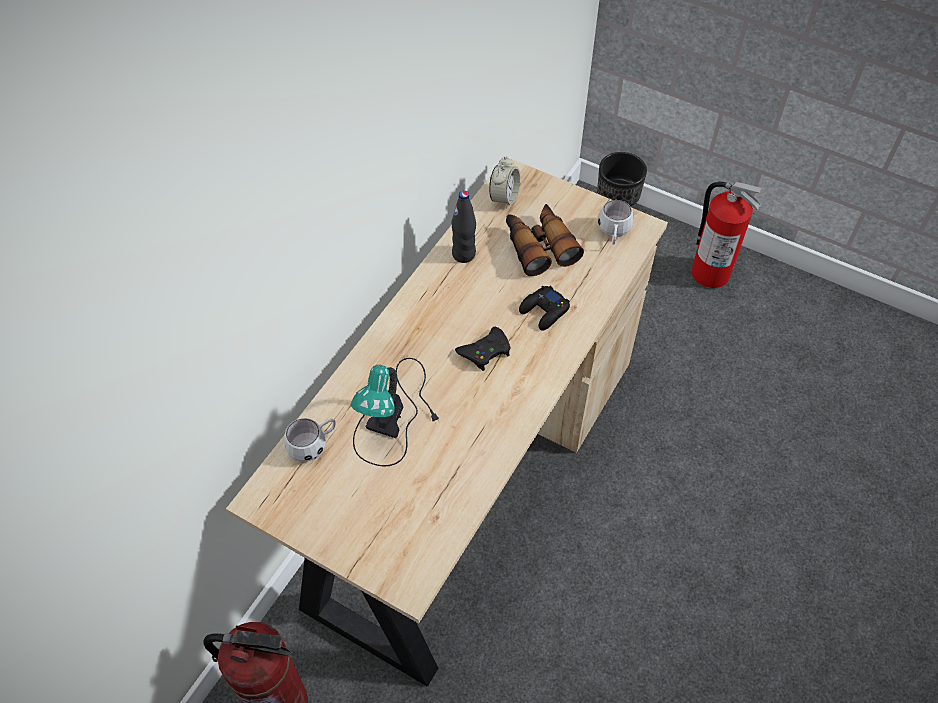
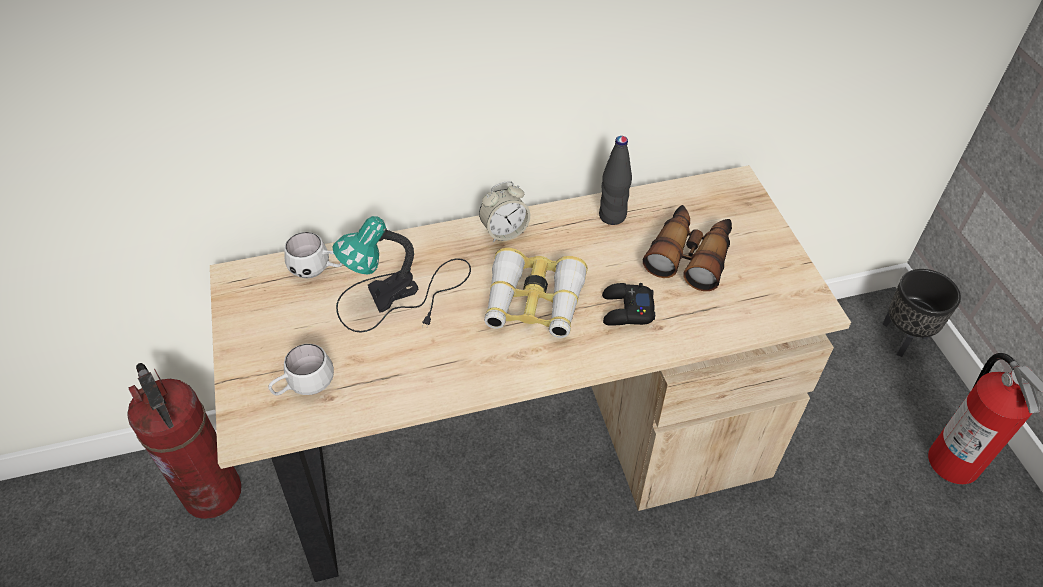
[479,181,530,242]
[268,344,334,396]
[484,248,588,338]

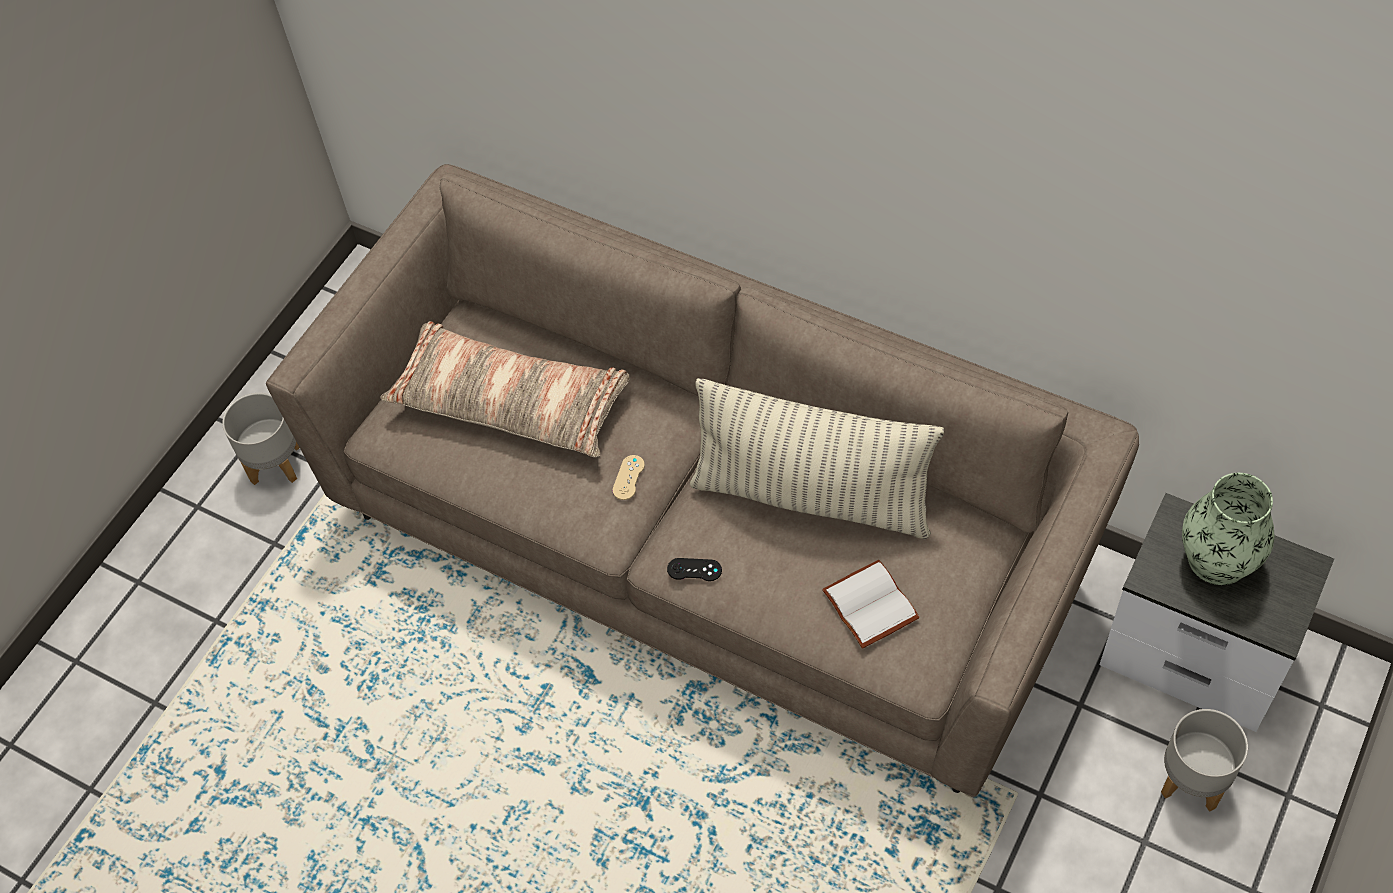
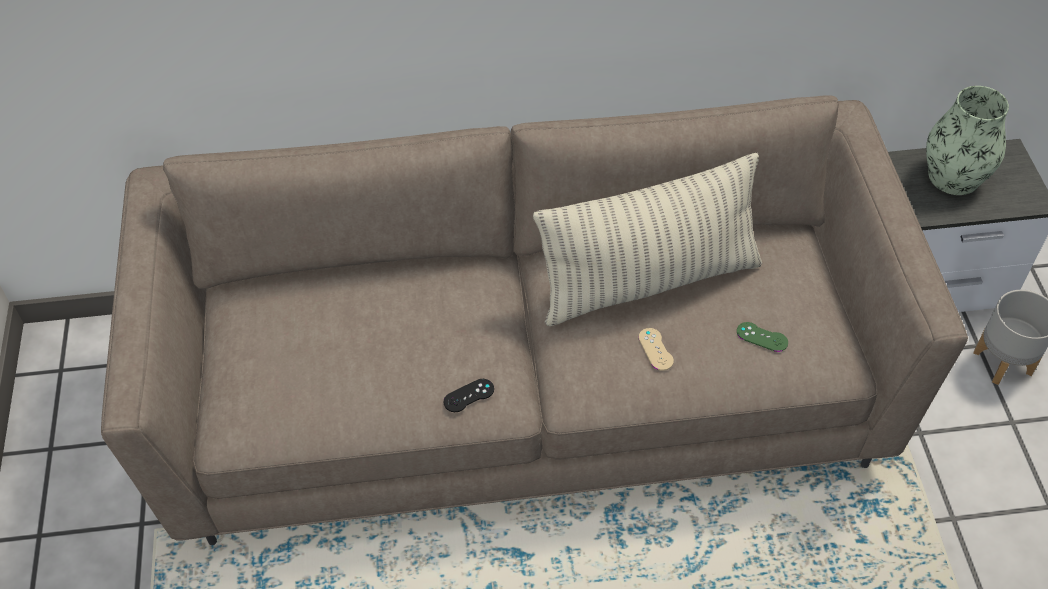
[381,321,630,458] (first image)
[222,393,300,485] (first image)
[639,328,674,371]
[444,379,494,412]
[737,322,788,352]

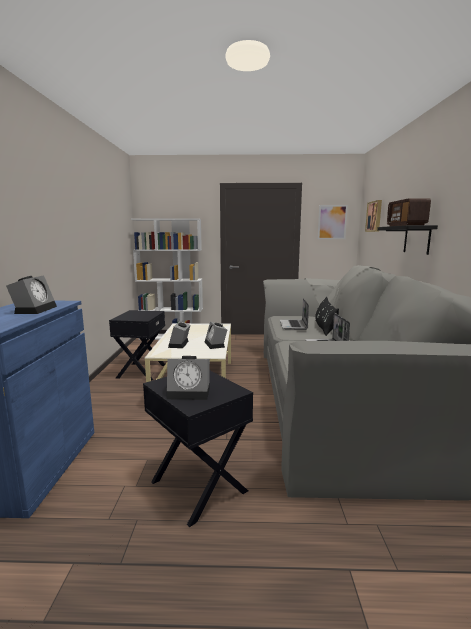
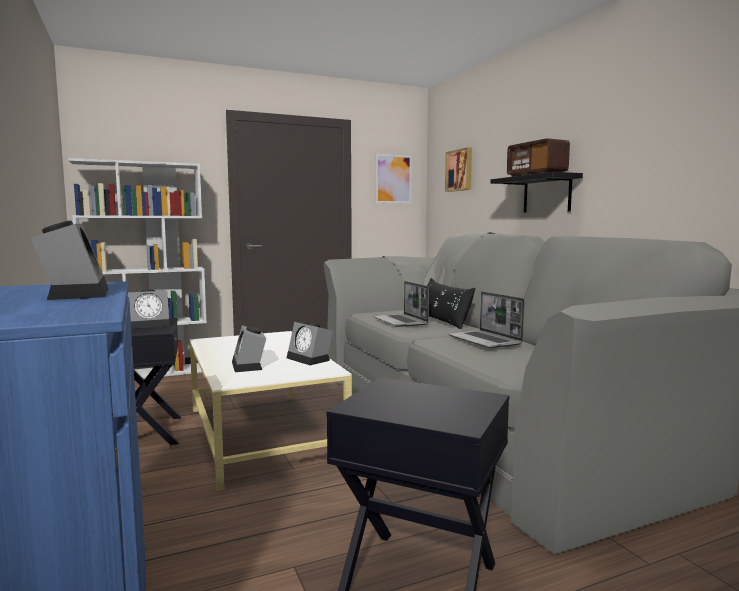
[128,289,170,329]

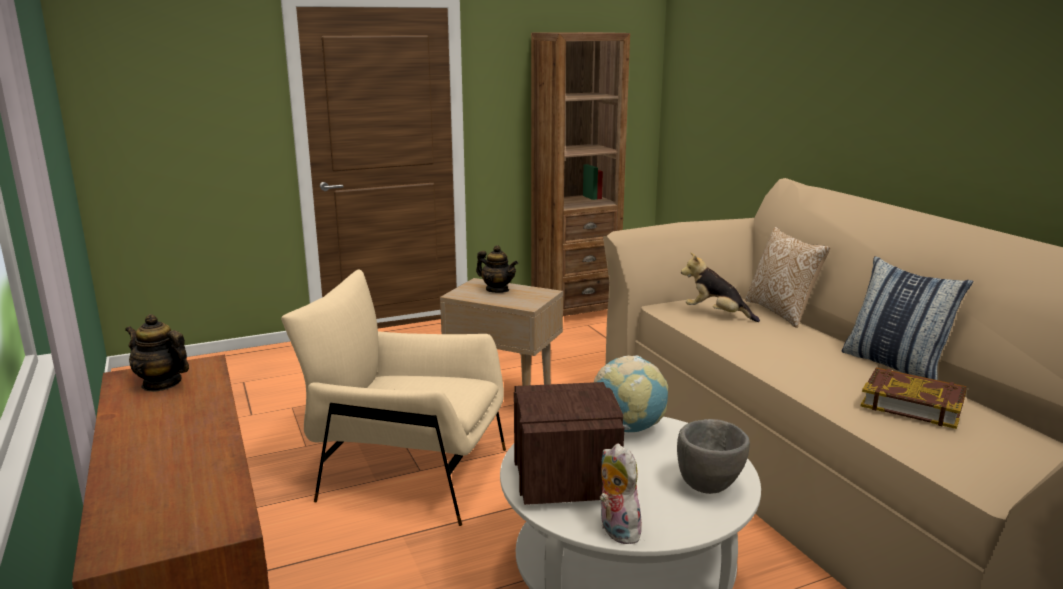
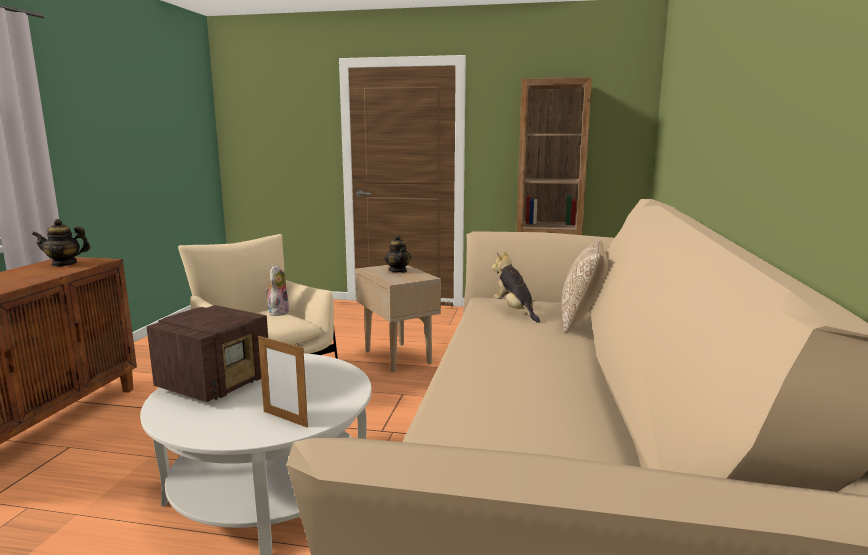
[842,256,973,380] (first image)
[32,219,90,266]
[594,356,668,432] (first image)
[861,367,967,429] (first image)
[258,336,308,427]
[265,265,289,316]

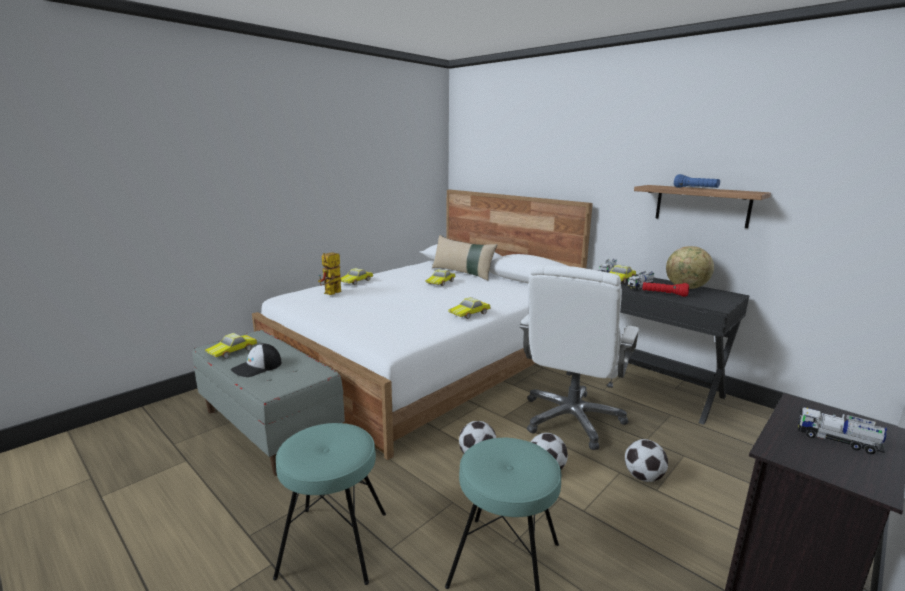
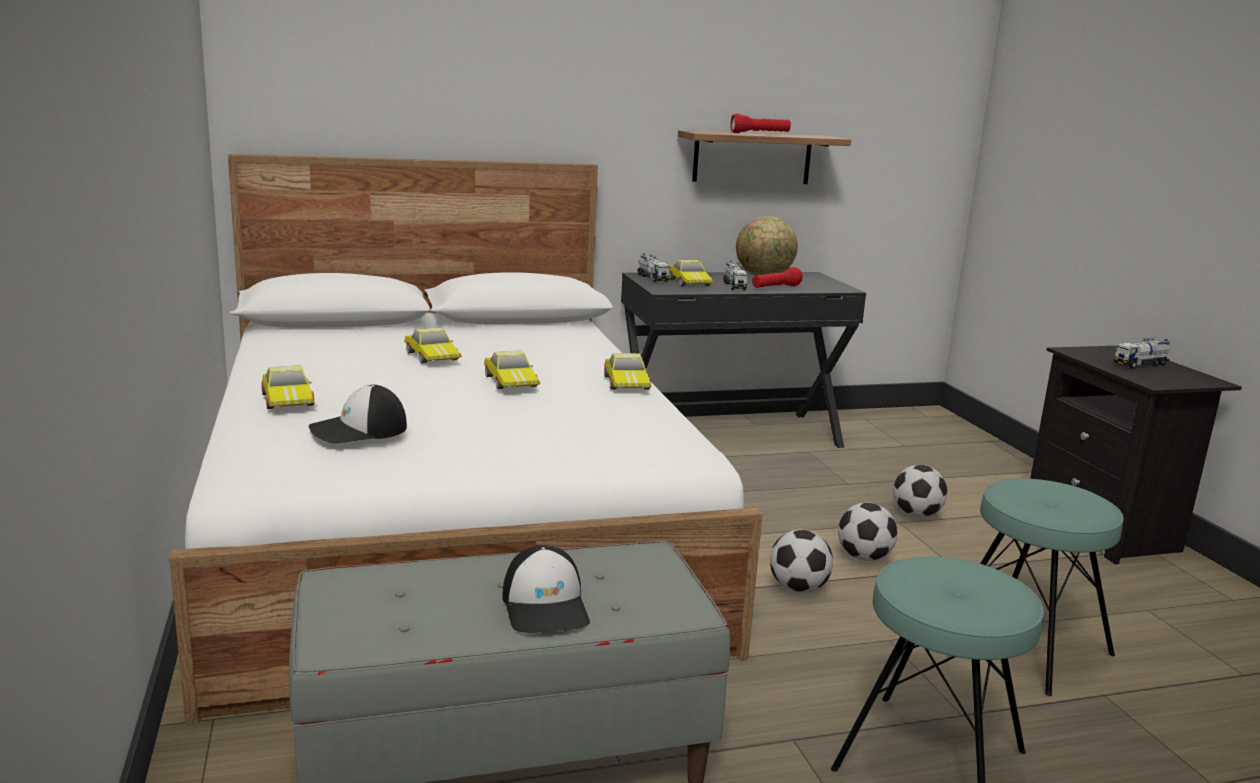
[730,113,791,133]
[432,235,498,280] (first image)
[309,385,407,443]
[519,265,639,450] (first image)
[484,351,540,389]

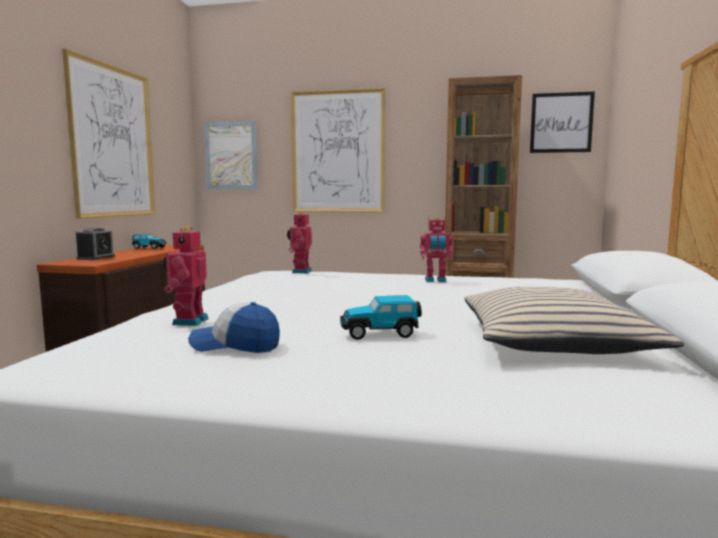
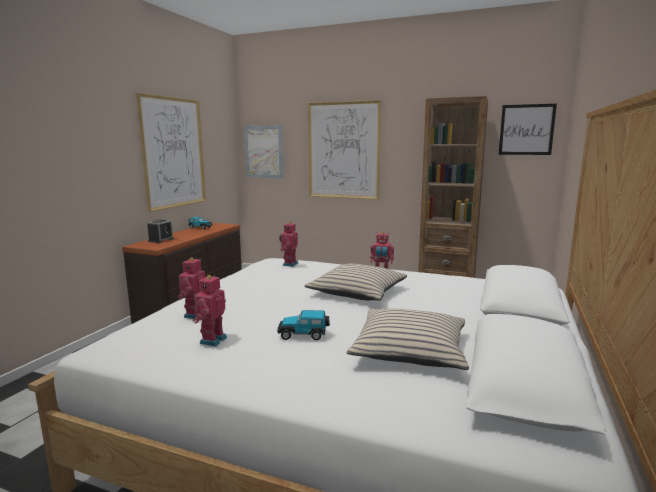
[193,274,227,346]
[304,264,407,301]

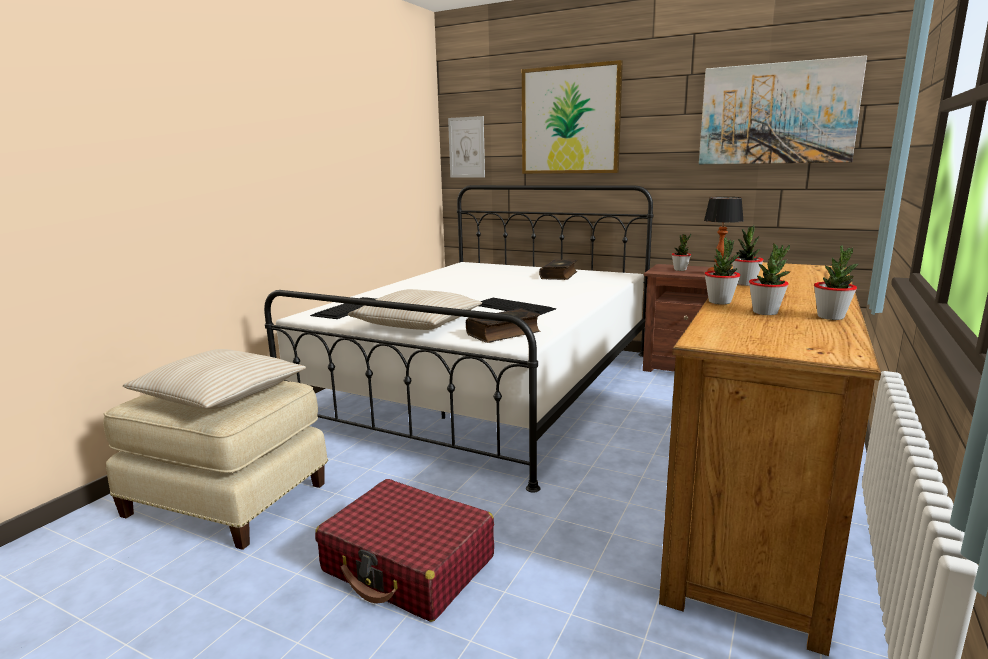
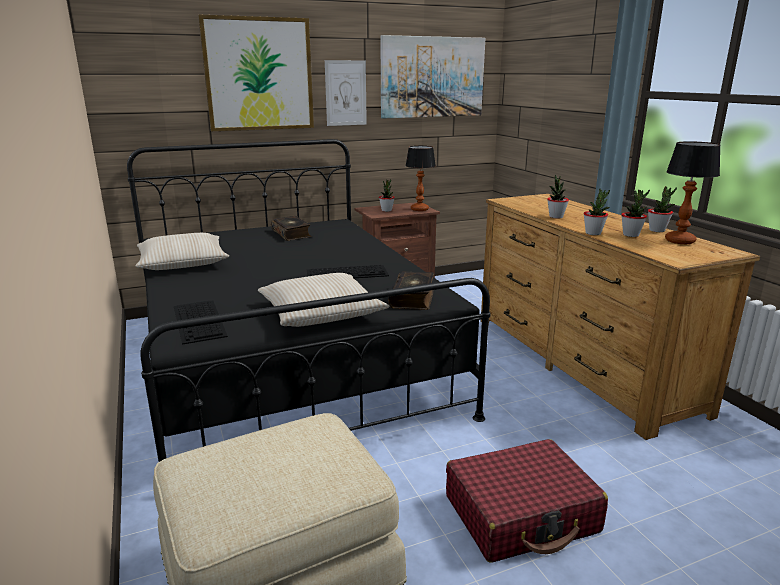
[325,60,367,126]
[127,139,490,462]
[136,233,229,270]
[665,141,720,244]

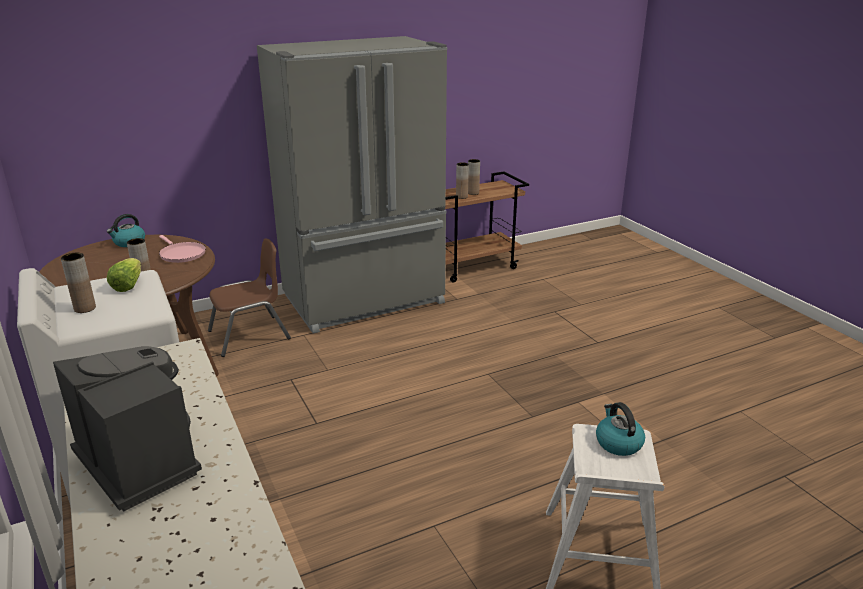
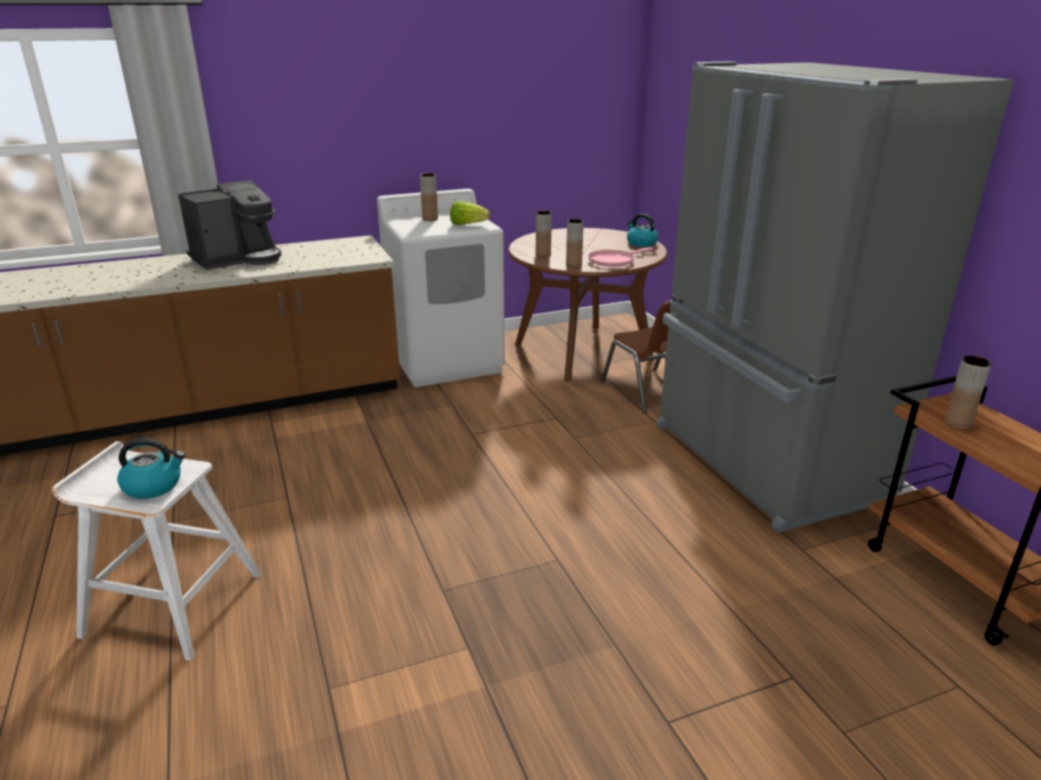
[566,219,584,268]

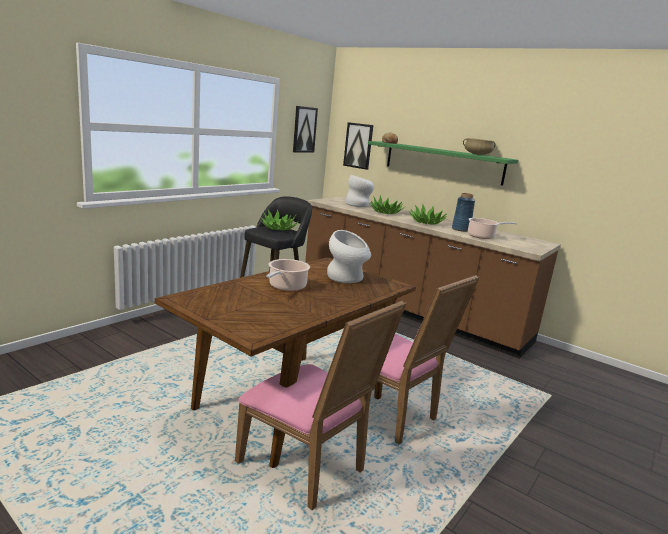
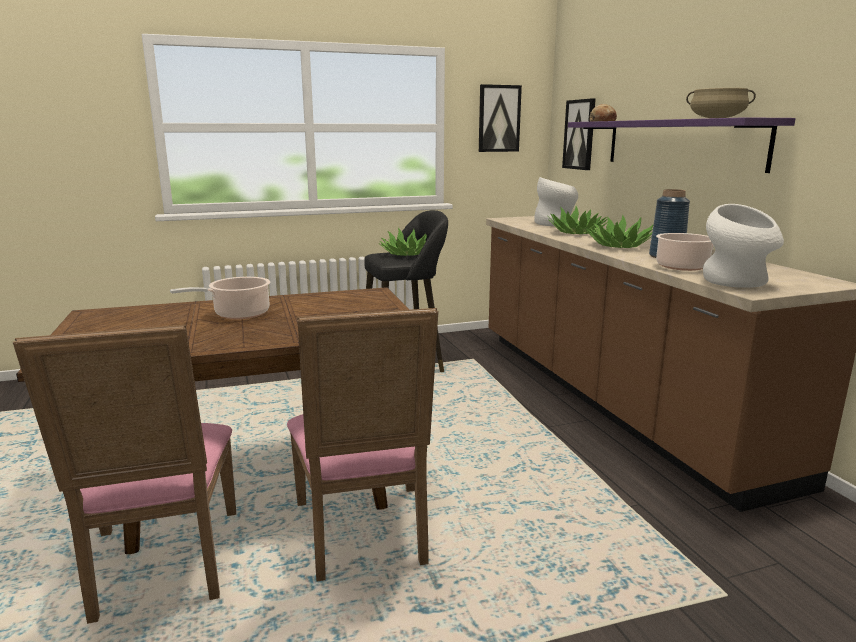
[568,117,796,173]
[703,204,784,288]

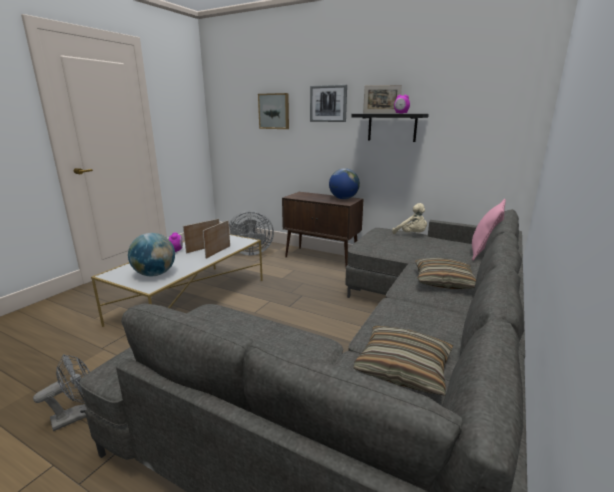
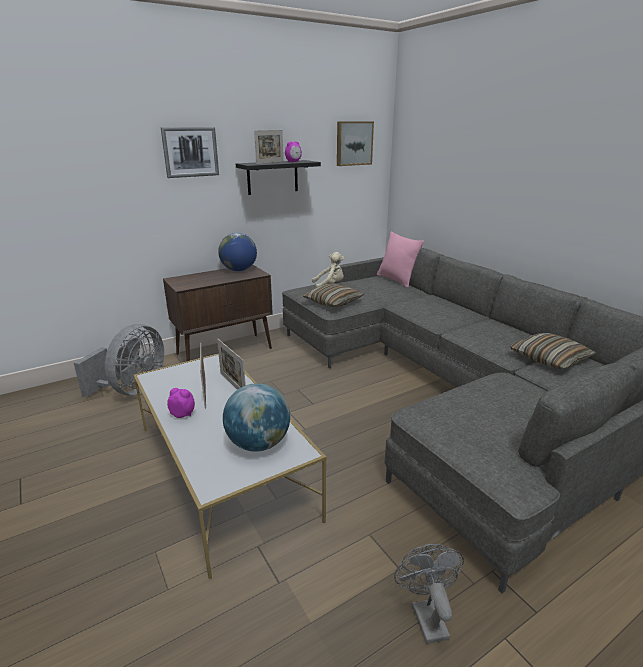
[337,121,374,166]
[303,284,364,307]

